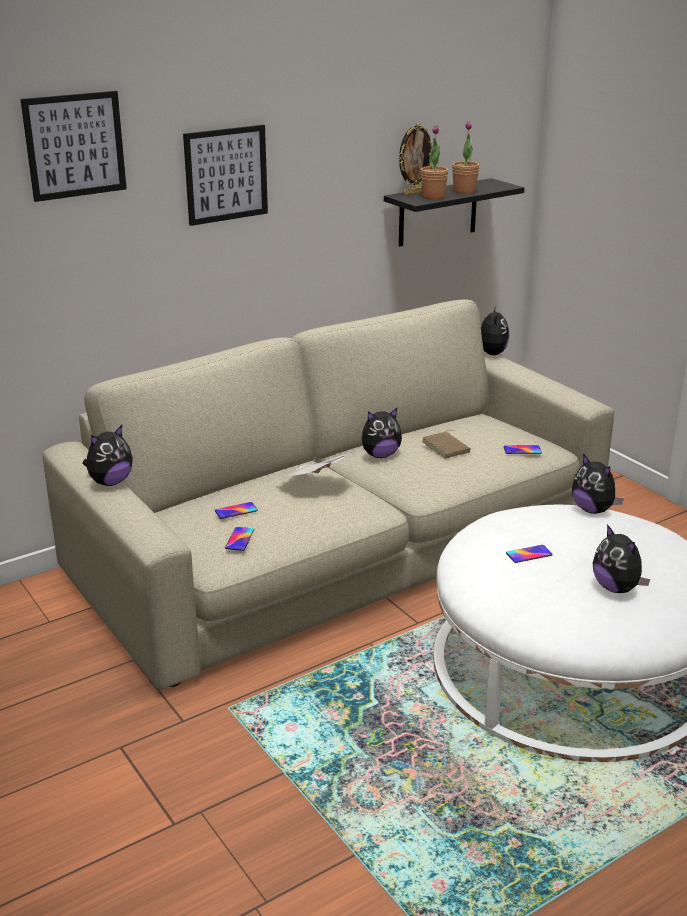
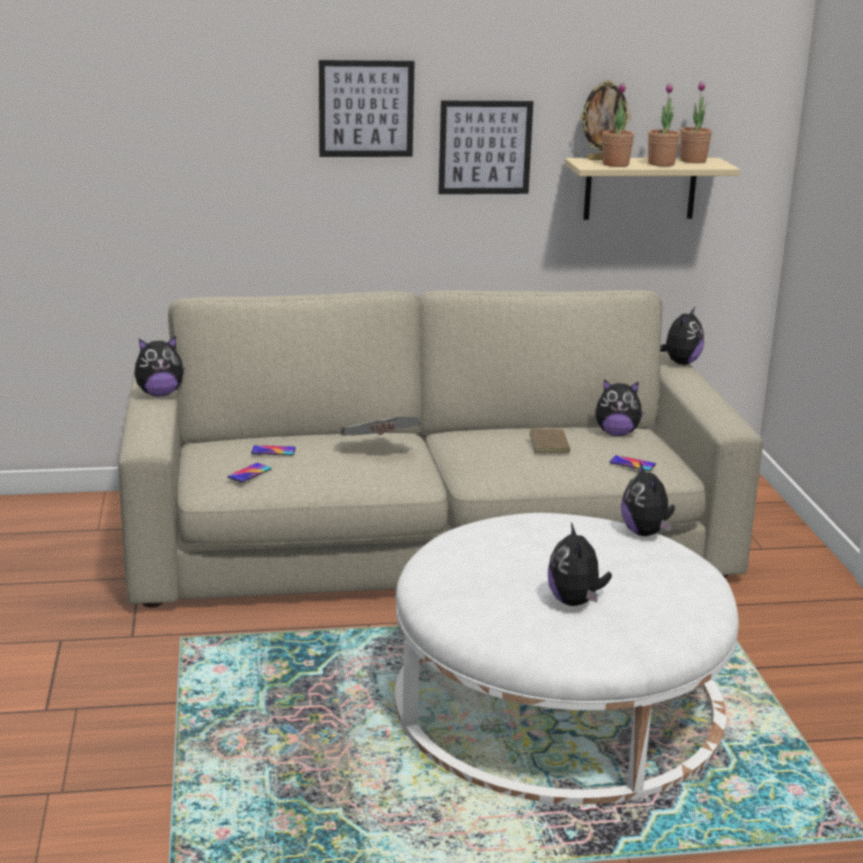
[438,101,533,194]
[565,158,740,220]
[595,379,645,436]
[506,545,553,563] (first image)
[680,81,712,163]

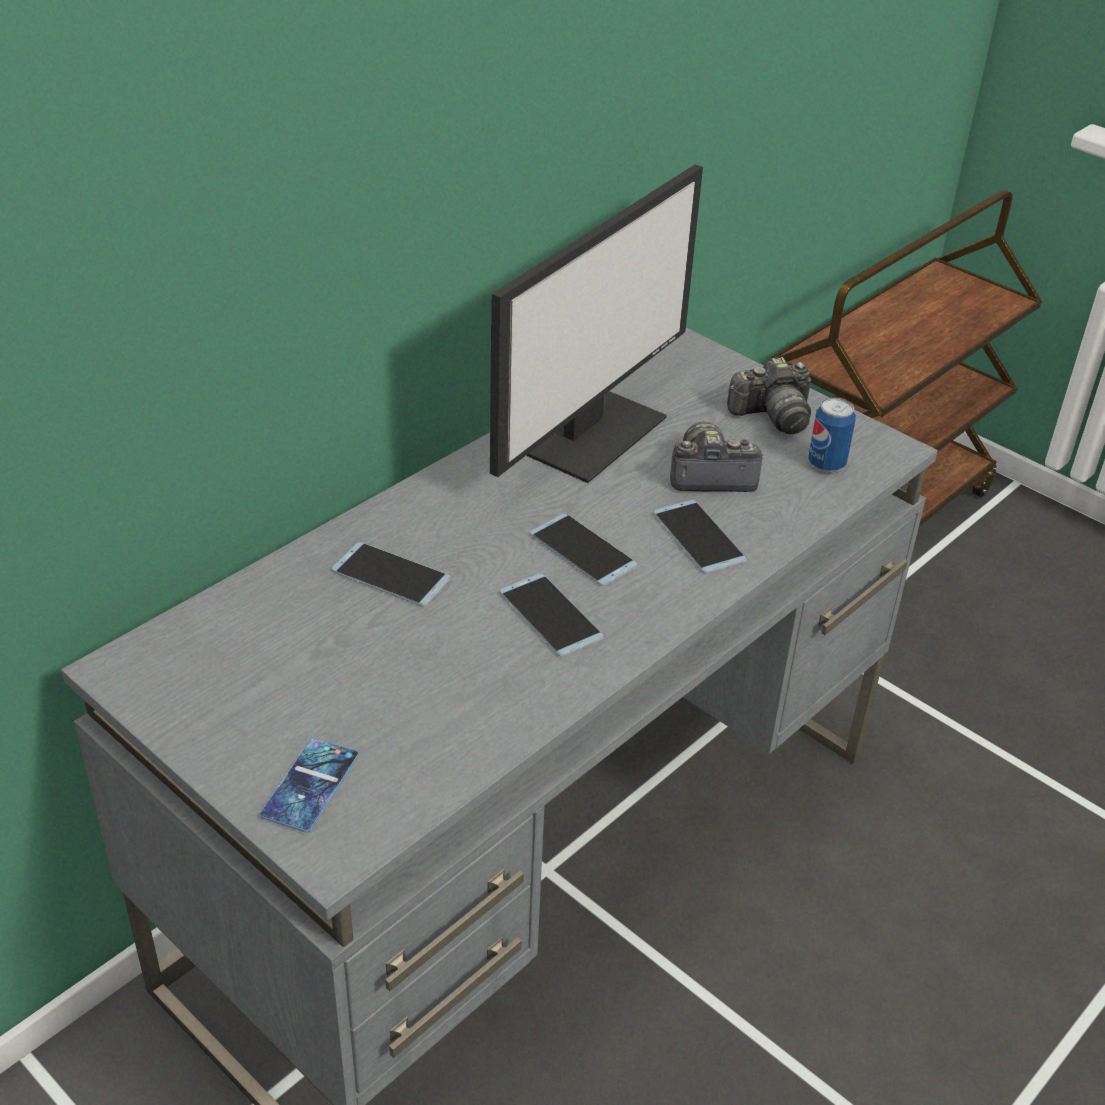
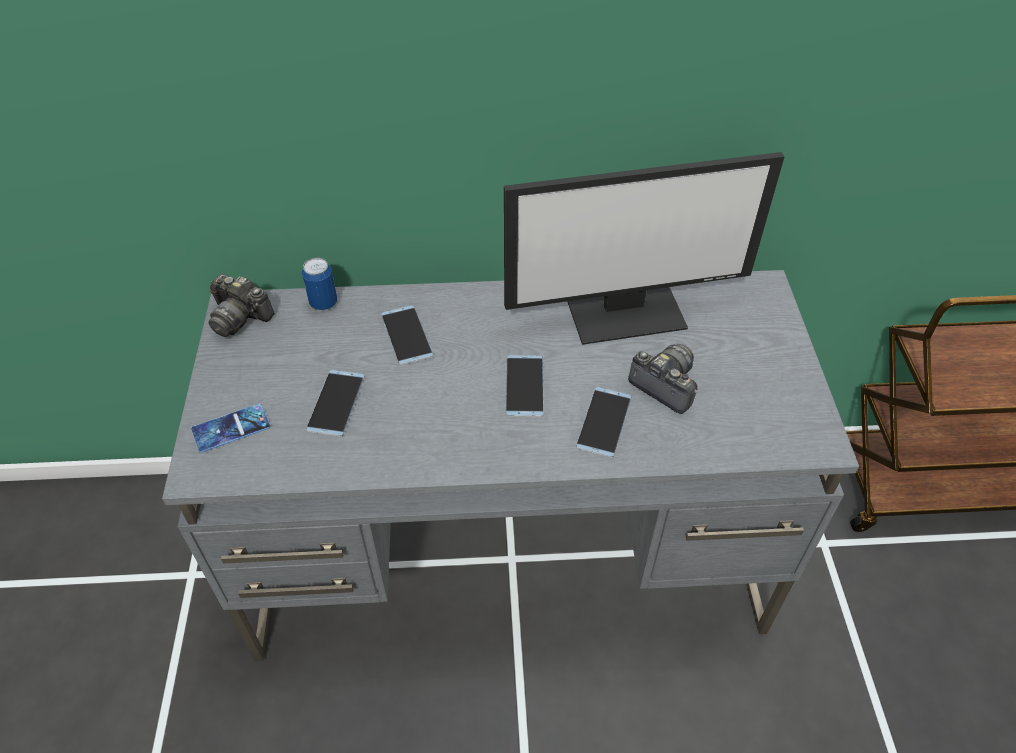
[208,274,275,337]
[302,257,337,311]
[306,370,364,437]

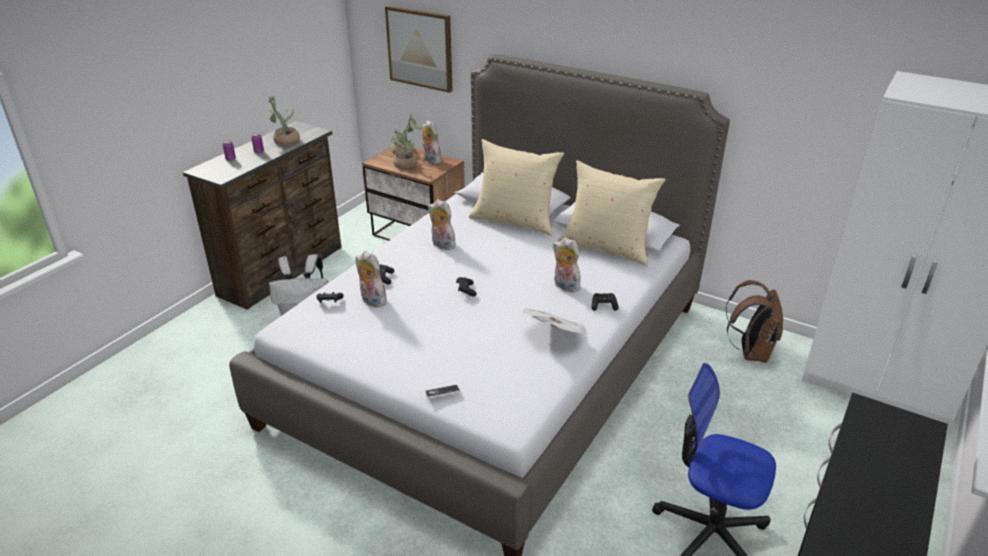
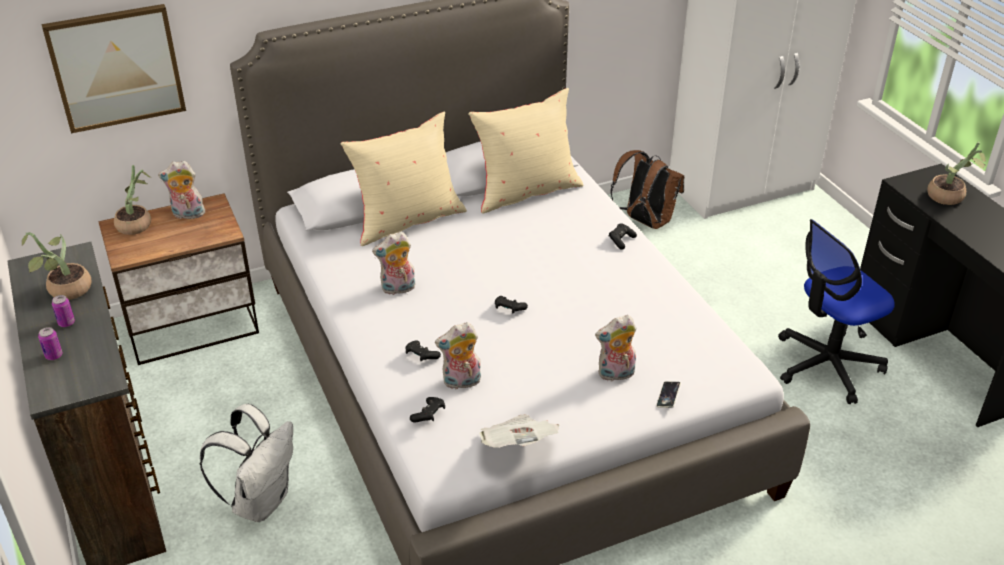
[927,142,986,205]
[595,315,636,381]
[480,414,560,448]

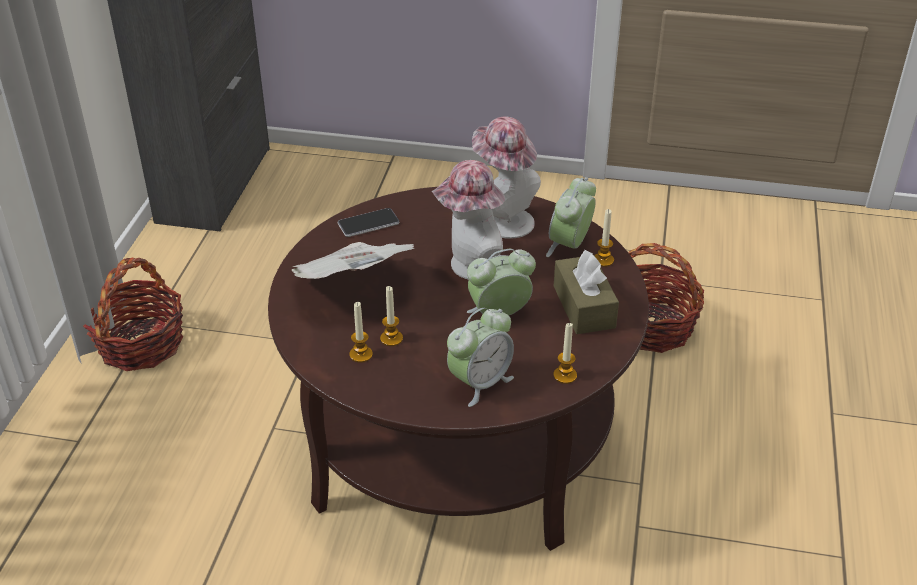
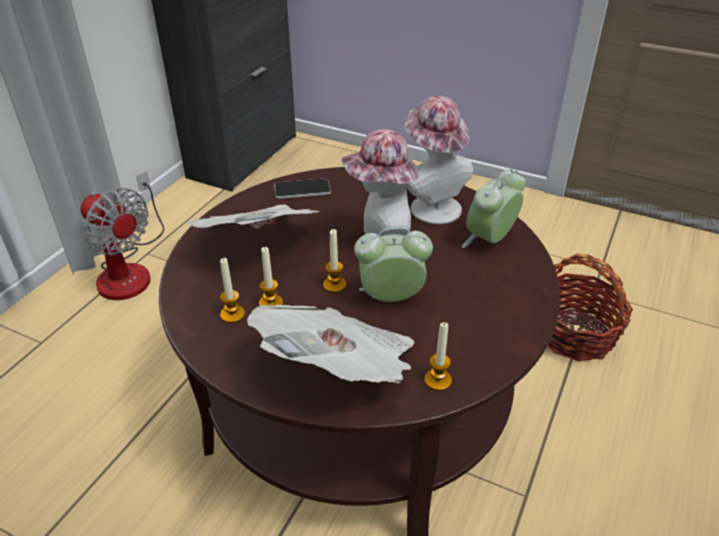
[323,229,346,293]
[554,250,619,334] (first image)
[80,171,164,300]
[247,305,414,383]

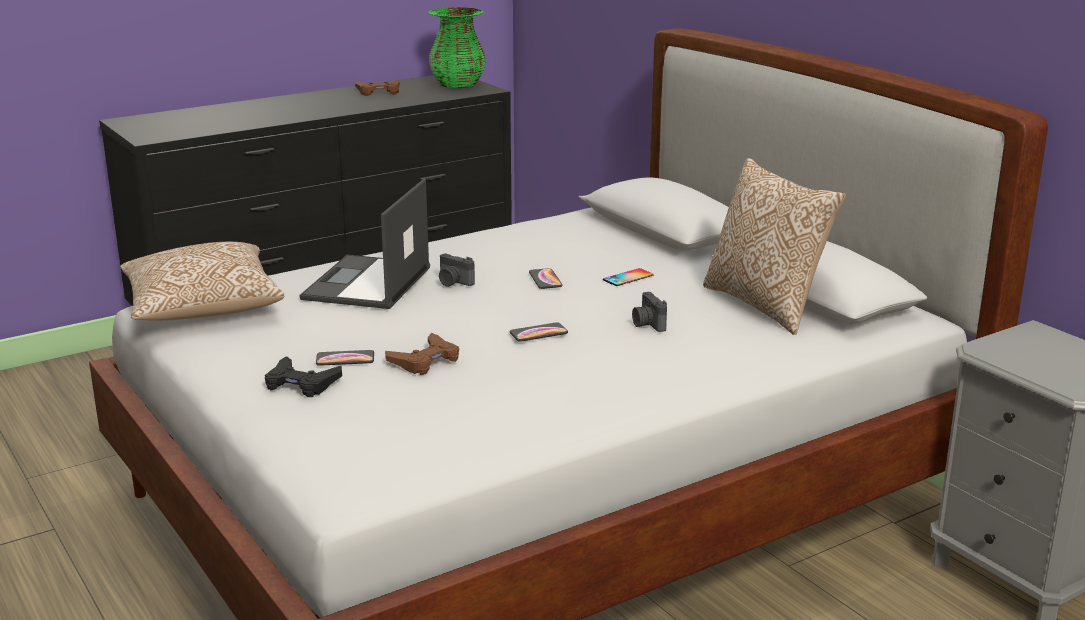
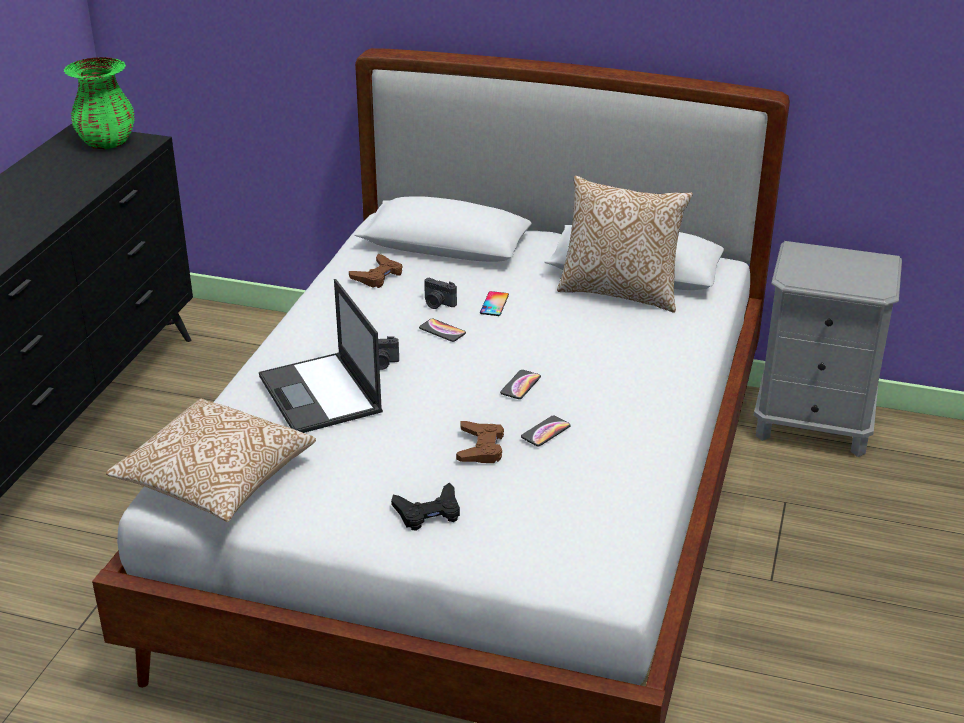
[349,254,402,288]
[424,278,457,309]
[521,416,571,446]

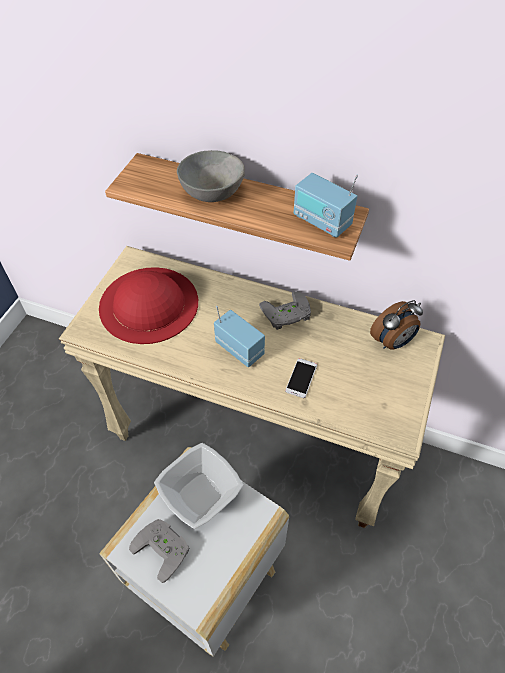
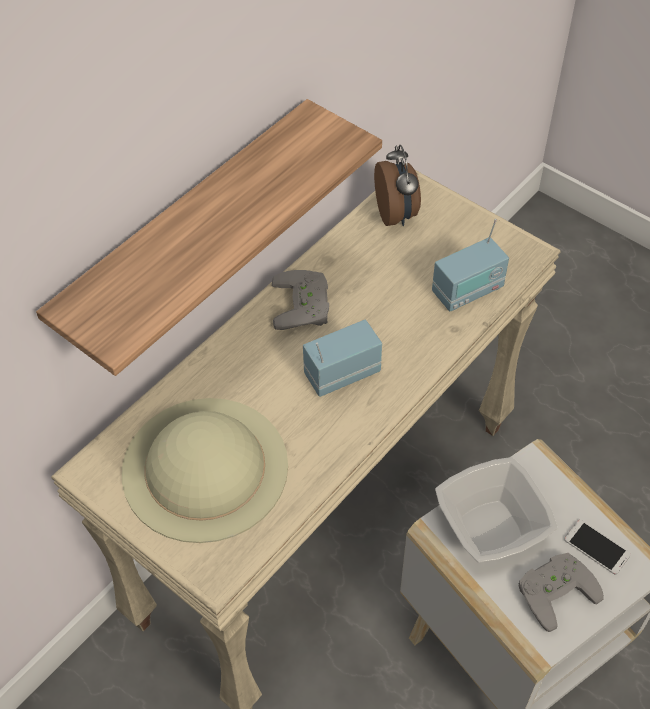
[177,150,245,202] (first image)
[432,219,509,311]
[122,398,288,543]
[564,520,631,575]

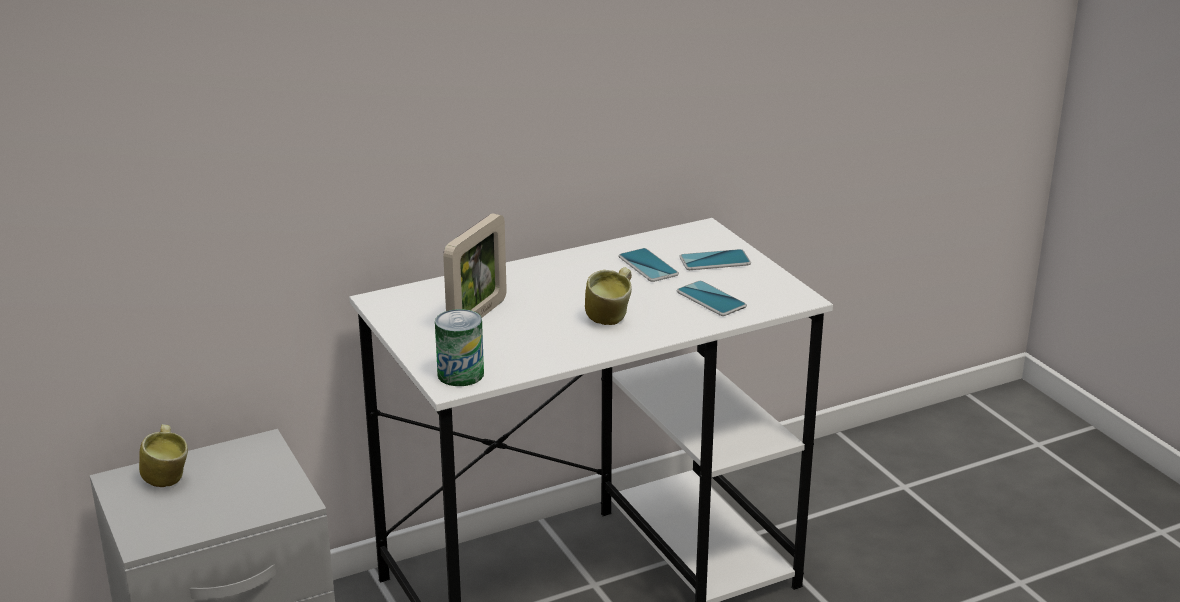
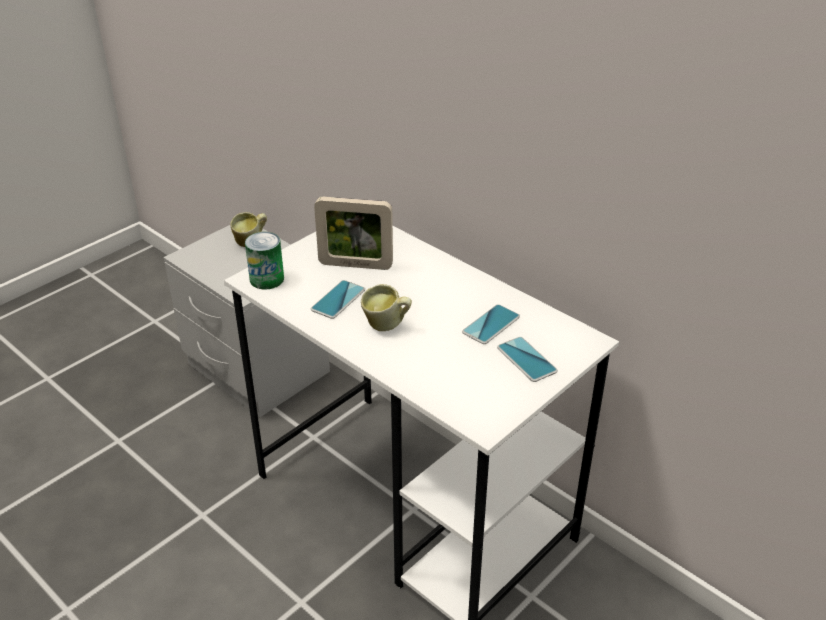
[311,280,365,319]

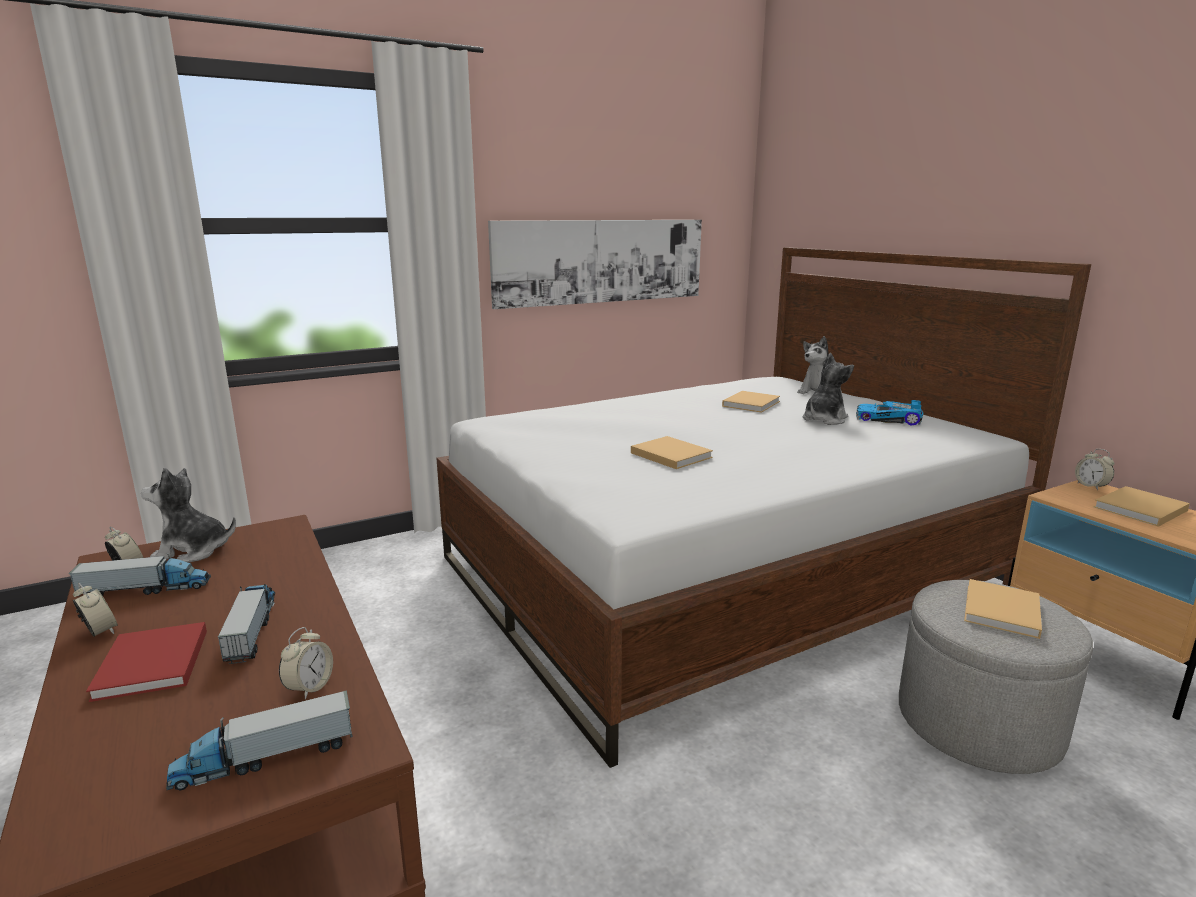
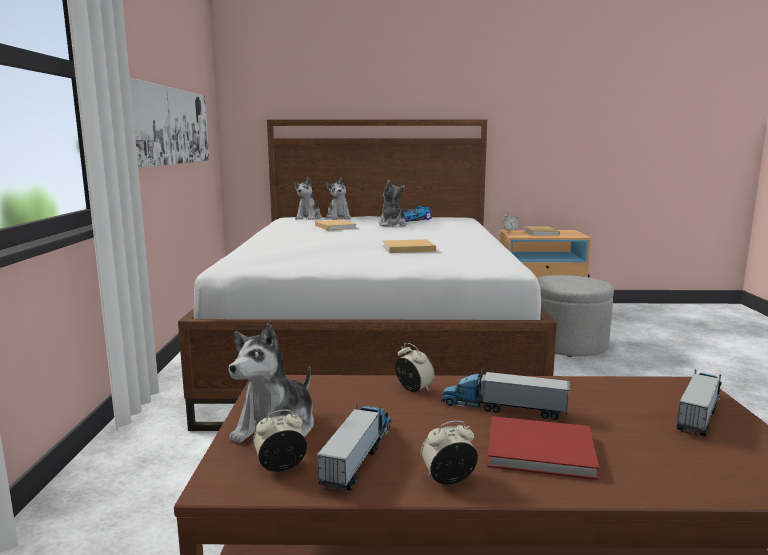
[964,579,1042,639] (first image)
[395,343,435,392]
[677,369,722,436]
[294,177,322,220]

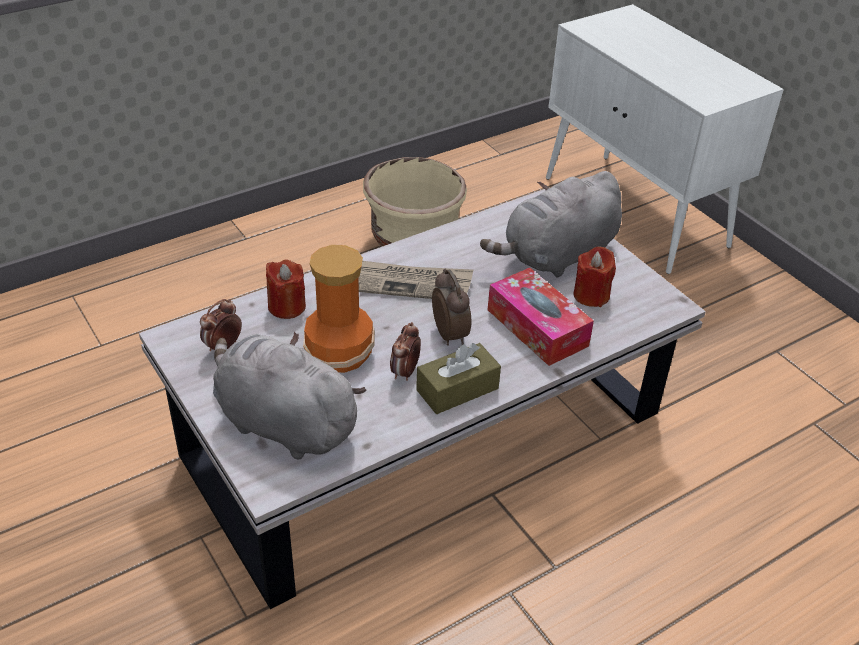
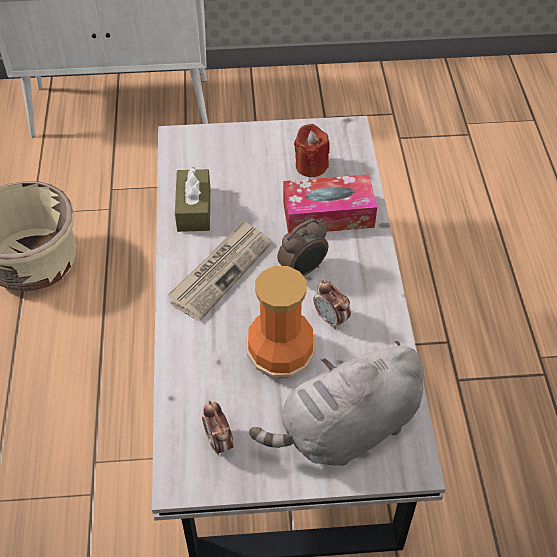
[480,171,622,277] (first image)
[266,259,306,319] (first image)
[277,218,329,276]
[175,167,210,232]

